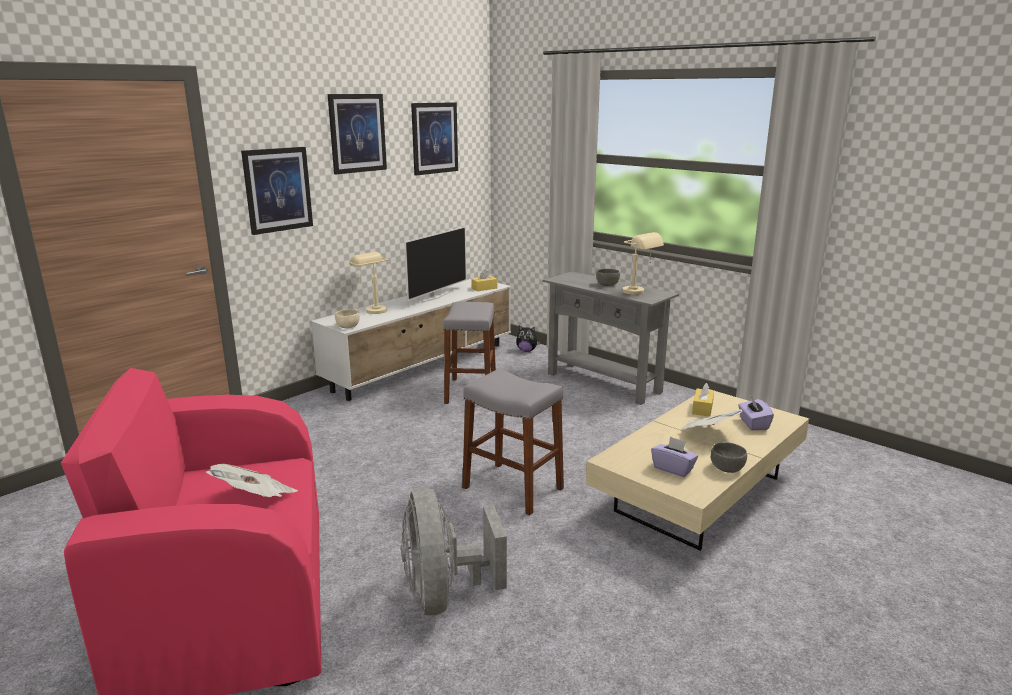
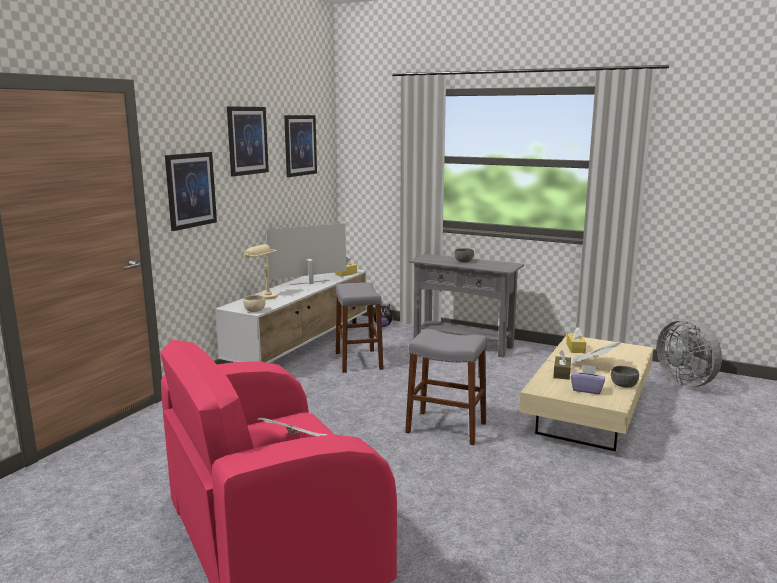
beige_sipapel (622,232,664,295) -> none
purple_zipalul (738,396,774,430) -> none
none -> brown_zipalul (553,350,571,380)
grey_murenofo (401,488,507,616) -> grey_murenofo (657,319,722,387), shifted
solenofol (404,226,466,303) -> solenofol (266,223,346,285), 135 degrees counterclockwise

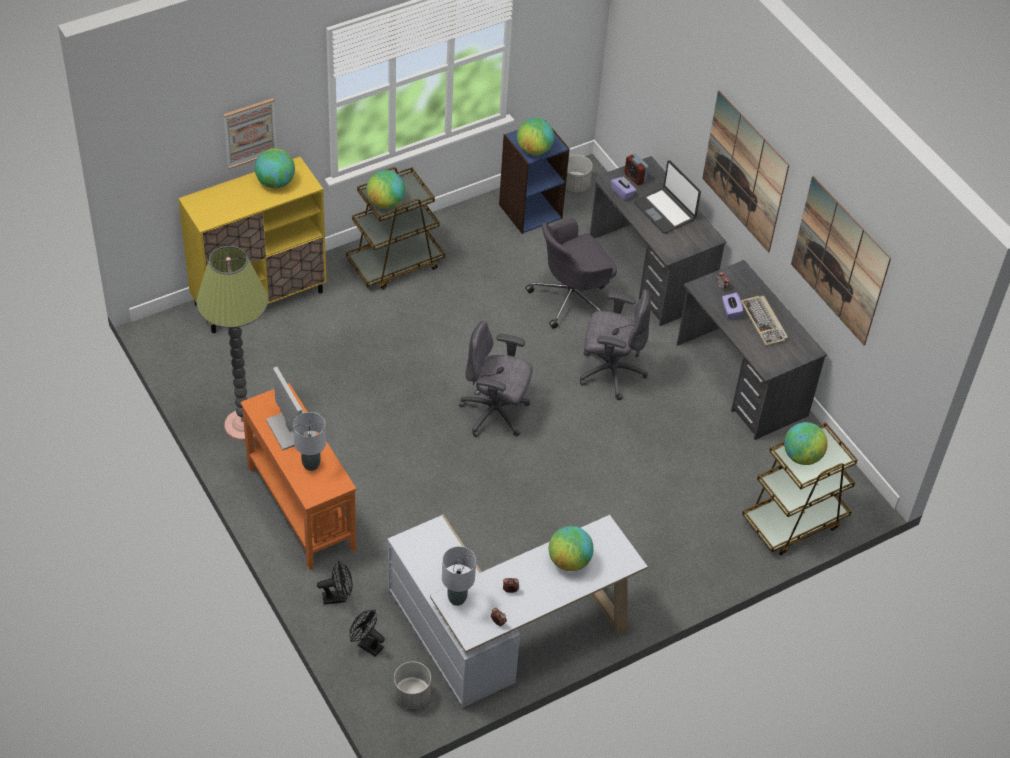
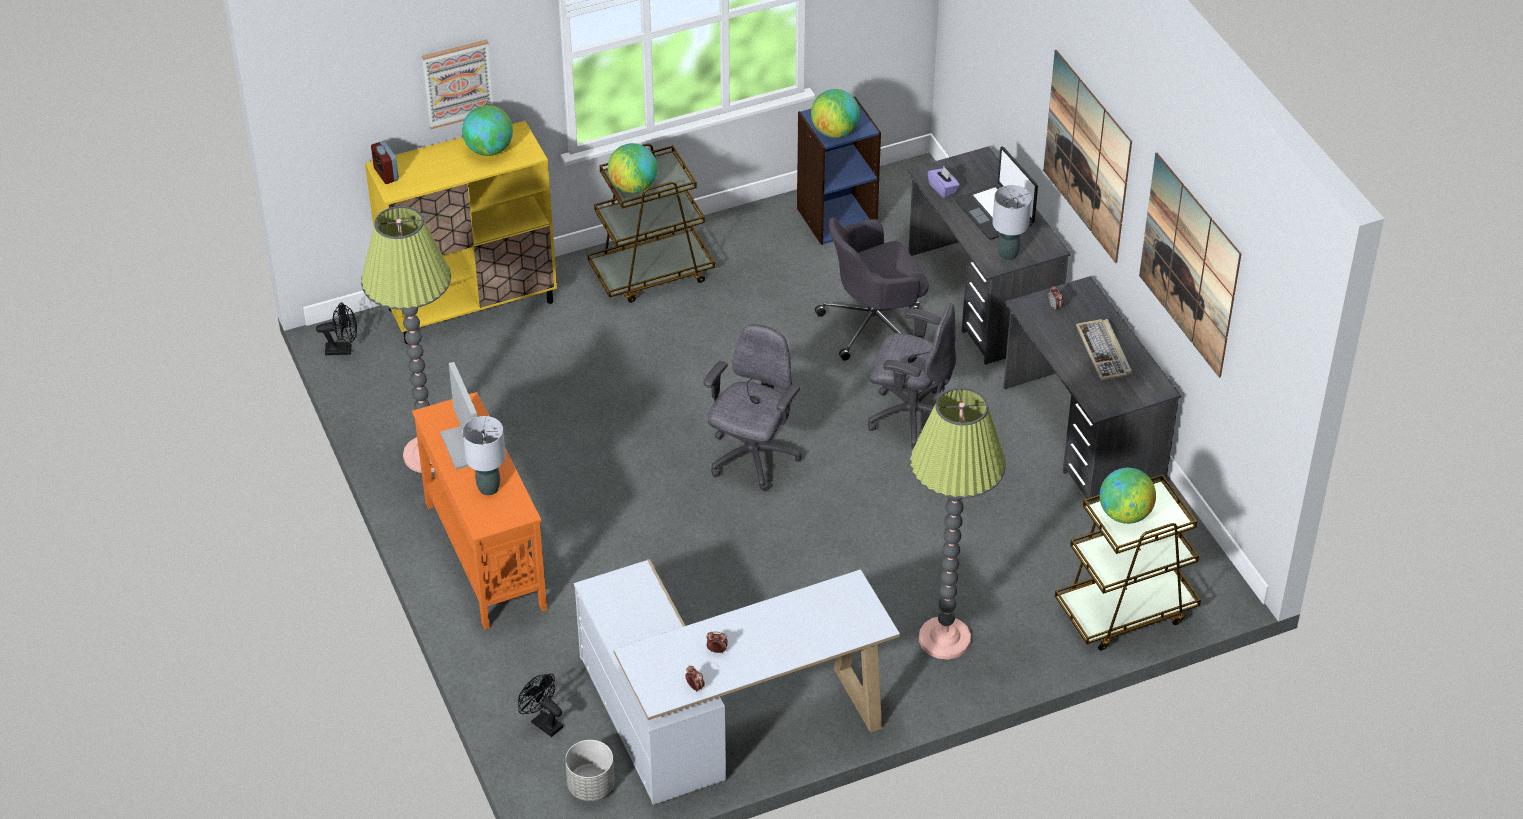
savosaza (549,526,594,571) -> none
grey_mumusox (565,155,592,192) -> none
purple_zipalul (722,293,743,319) -> none
none -> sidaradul (910,388,1006,660)
black_murenofo (317,561,353,605) -> black_murenofo (316,302,357,355), shifted
grey_sipapel (442,546,476,606) -> grey_sipapel (992,185,1032,261), shifted
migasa (624,153,648,186) -> migasa (371,141,399,184), shifted
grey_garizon (459,321,533,437) -> grey_garizon (703,324,802,491), 90 degrees clockwise

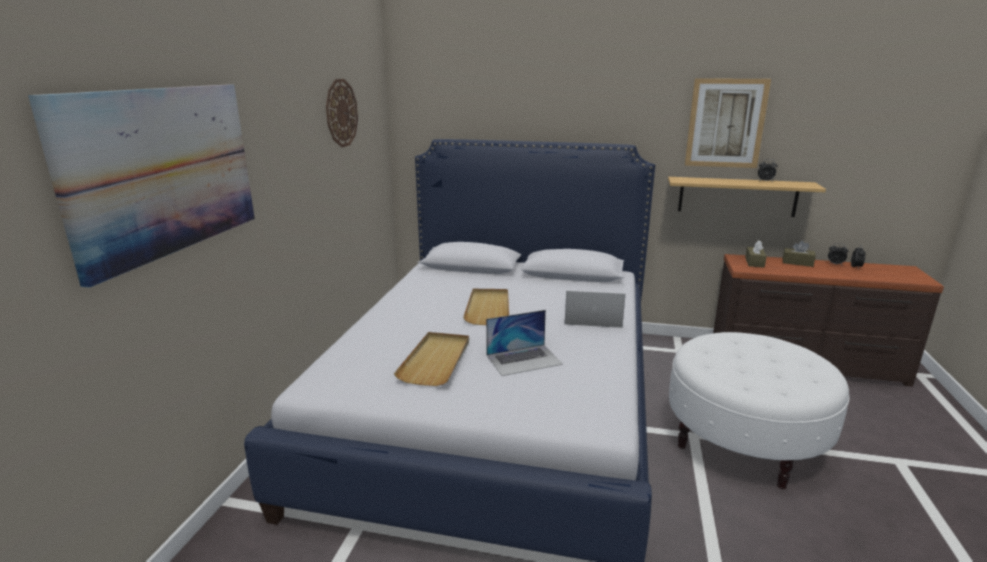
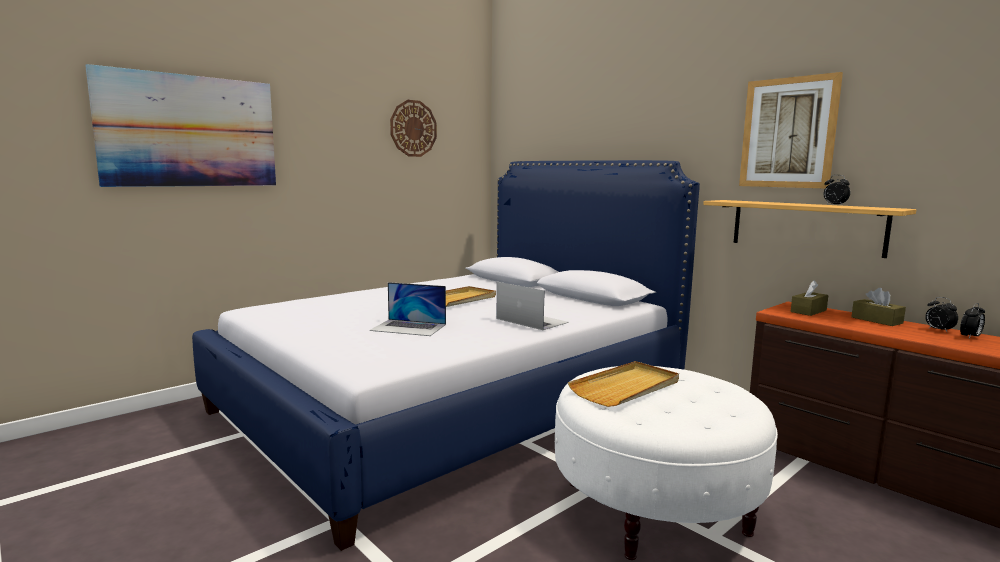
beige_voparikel (394,332,469,386) -> beige_voparikel (568,361,679,407), shifted

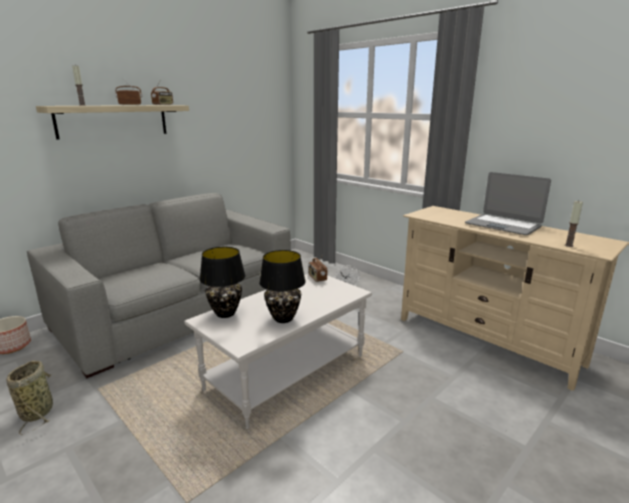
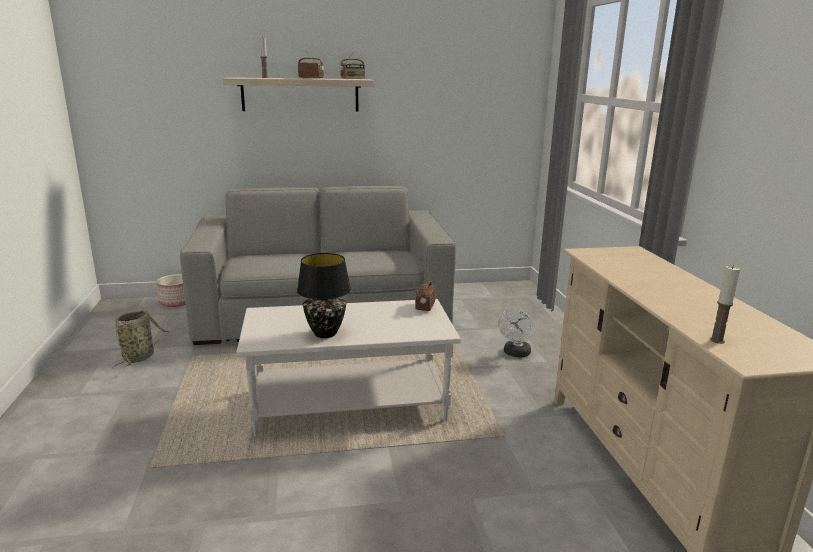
black_sipapel (200,247,245,318) -> none
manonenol (465,172,551,235) -> none

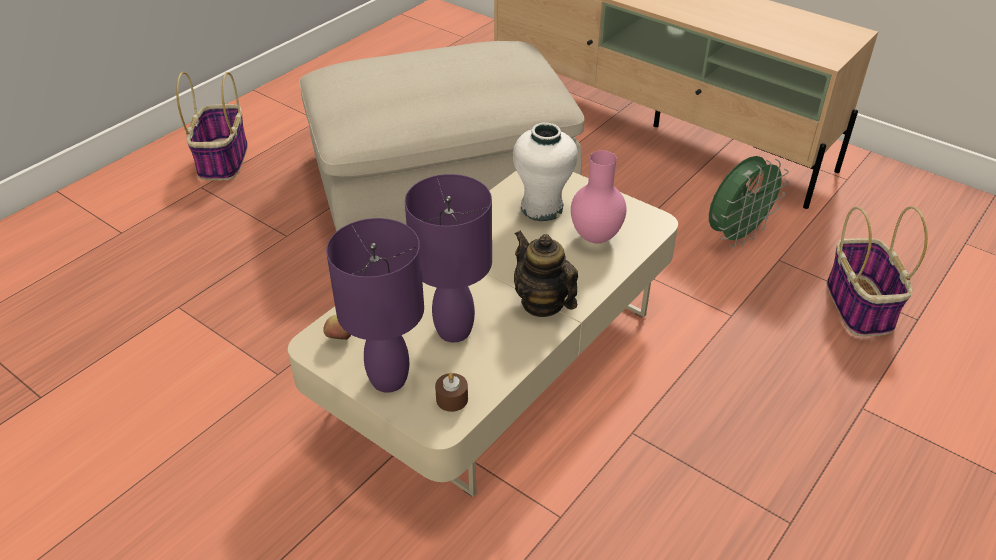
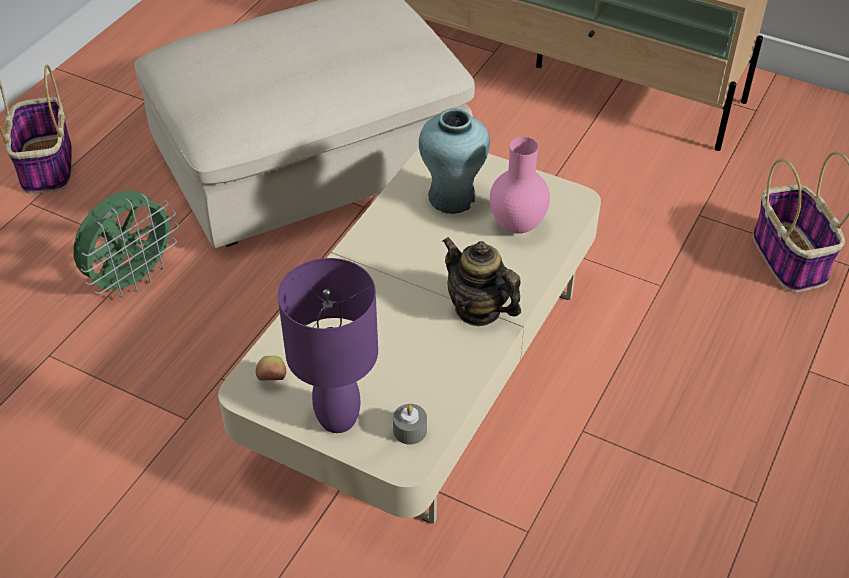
purple_sipapel (405,174,492,342) -> none
green_murenofo (709,156,789,247) -> green_murenofo (74,190,179,297), shifted
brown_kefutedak (435,373,468,412) -> grey_kefutedak (393,404,427,445)
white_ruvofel (513,122,578,221) -> turquoise_ruvofel (419,108,490,214)

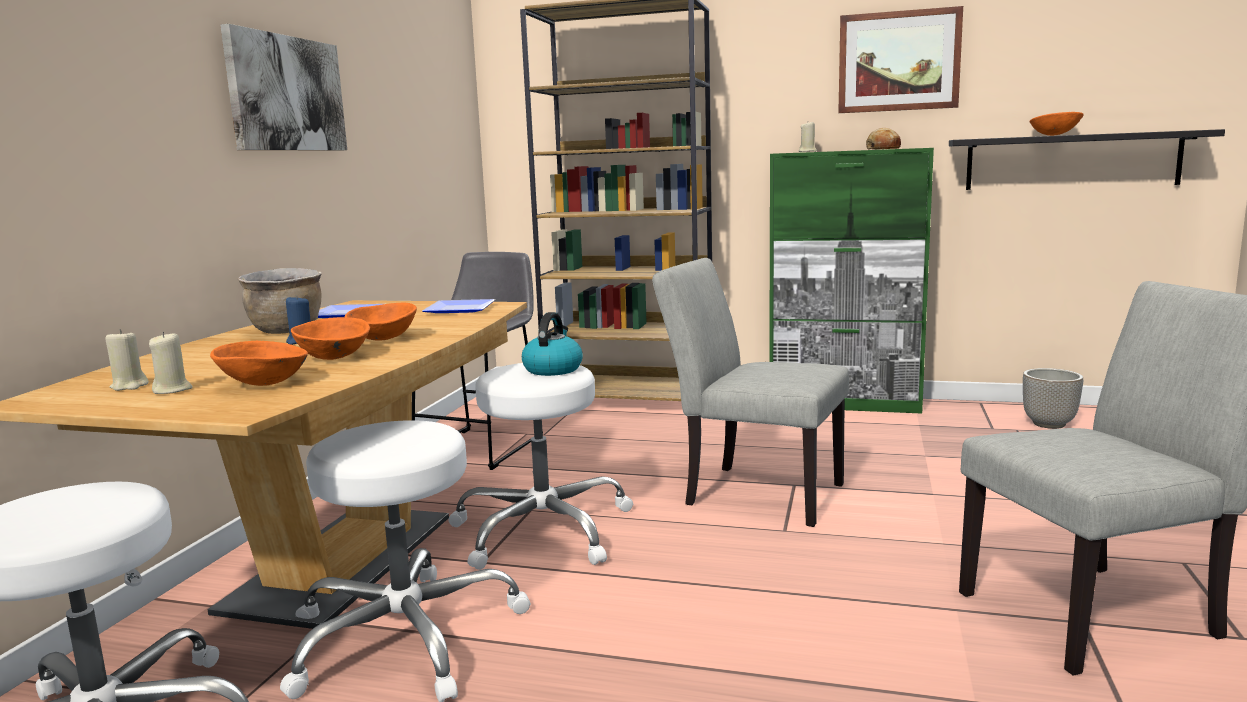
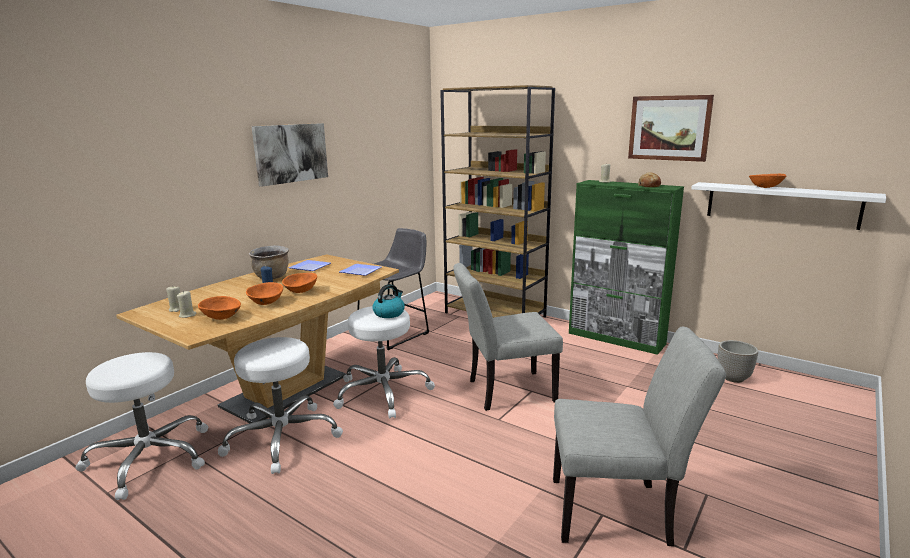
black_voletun (949,129,1225,190) -> white_voletun (691,182,886,230)
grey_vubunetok (652,258,849,527) -> grey_vubunetok (453,263,563,411), 60 degrees counterclockwise

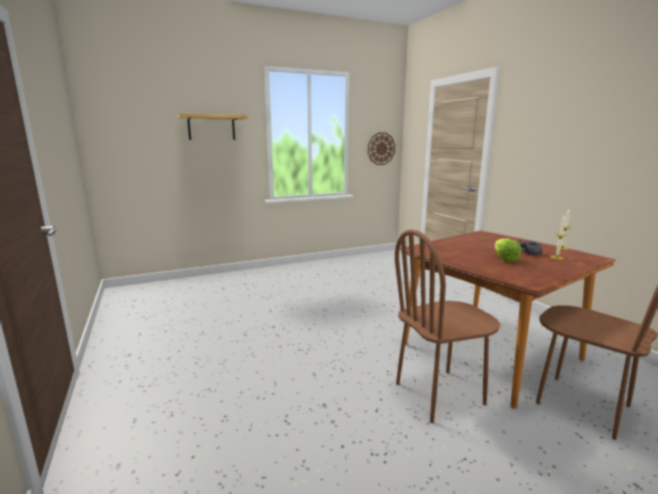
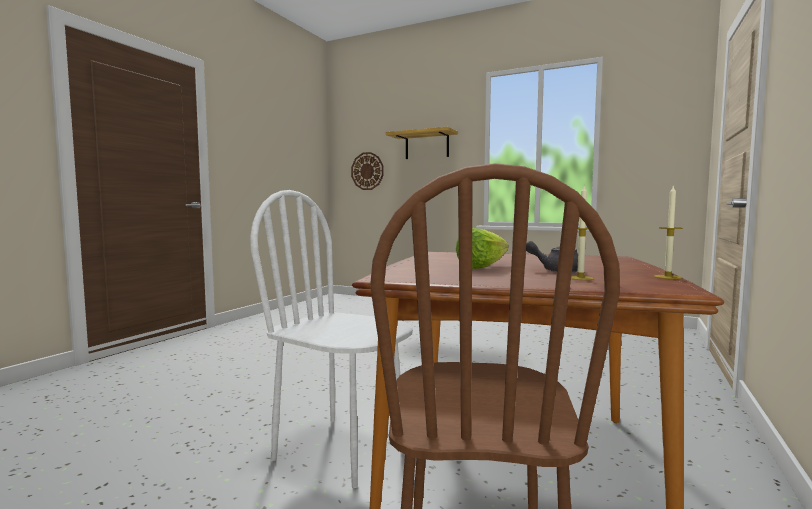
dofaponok (368,132,395,165) -> dofaponok (351,152,384,190), shifted
brown_vubunetok (395,229,500,423) -> white_vubunetok (250,190,413,488)

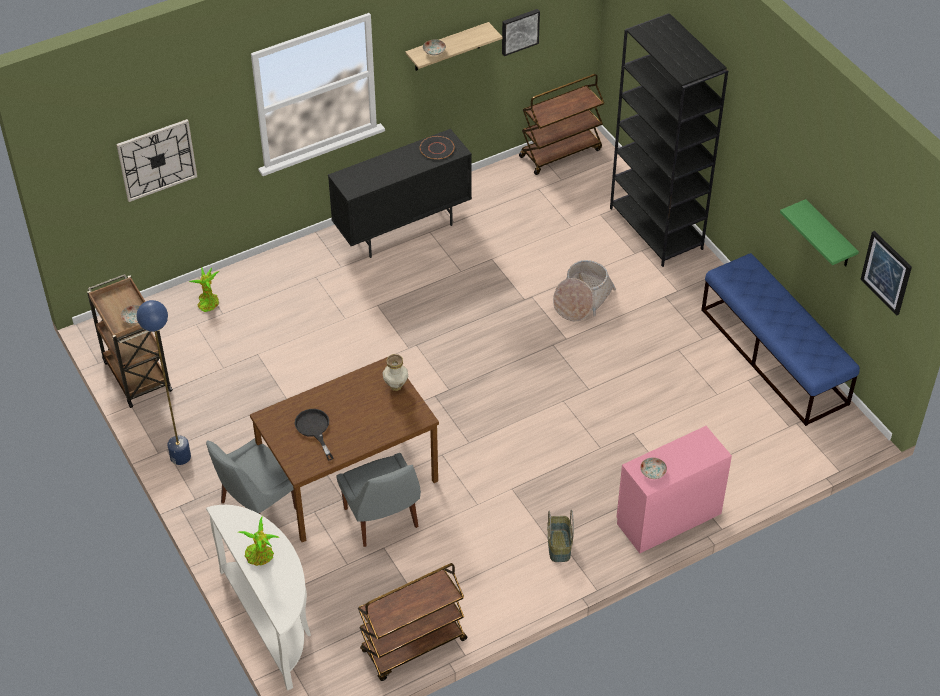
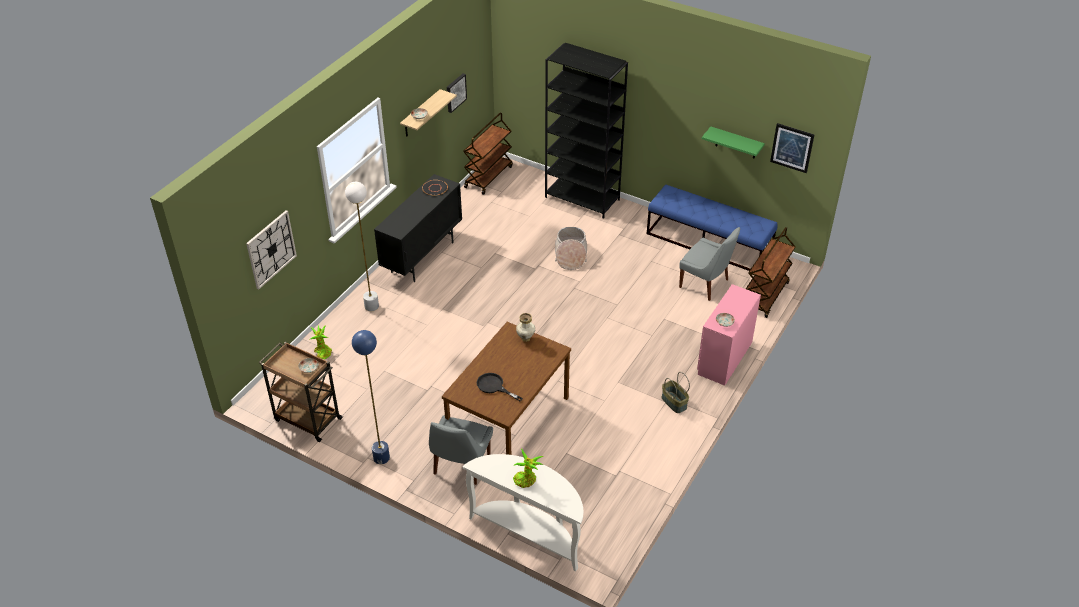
none -> white_sidaradul (345,182,379,311)
grey_vubunetok (336,453,421,547) -> grey_vubunetok (679,227,740,301), shifted
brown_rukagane (358,563,467,681) -> brown_rukagane (746,227,796,318), shifted

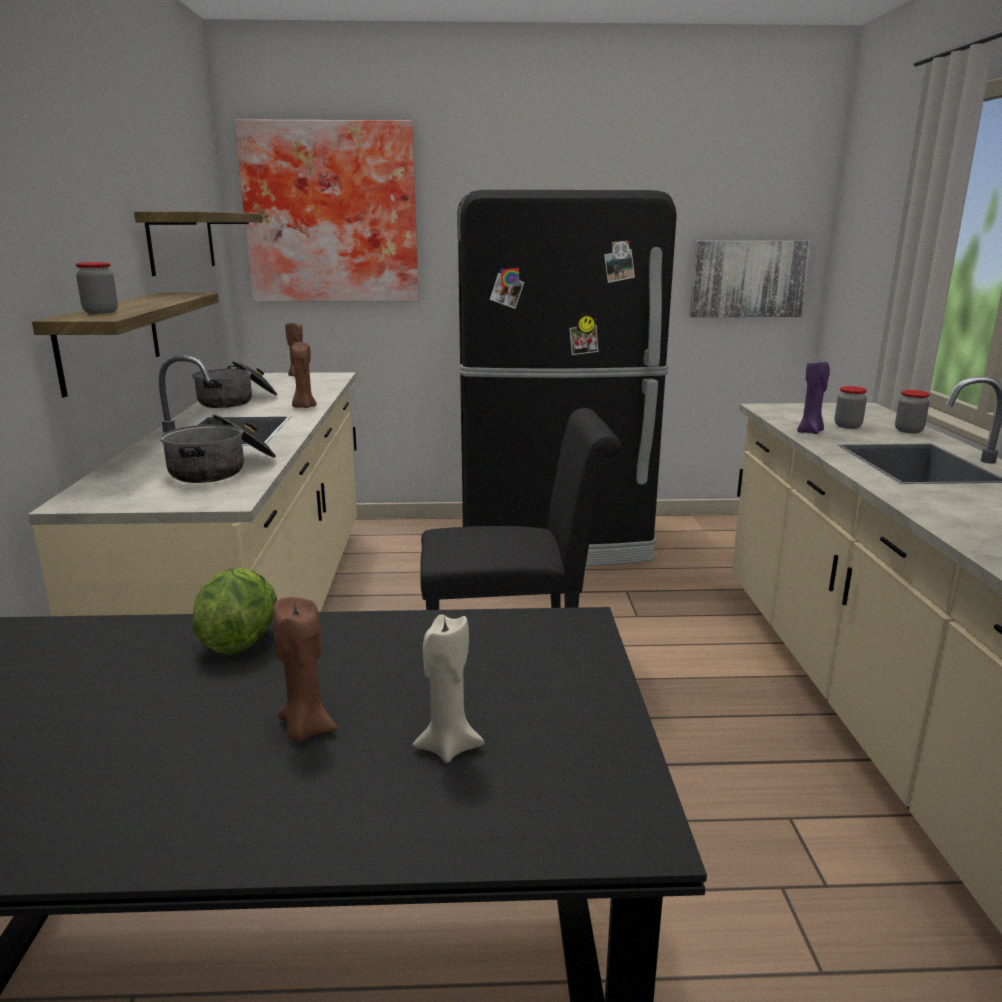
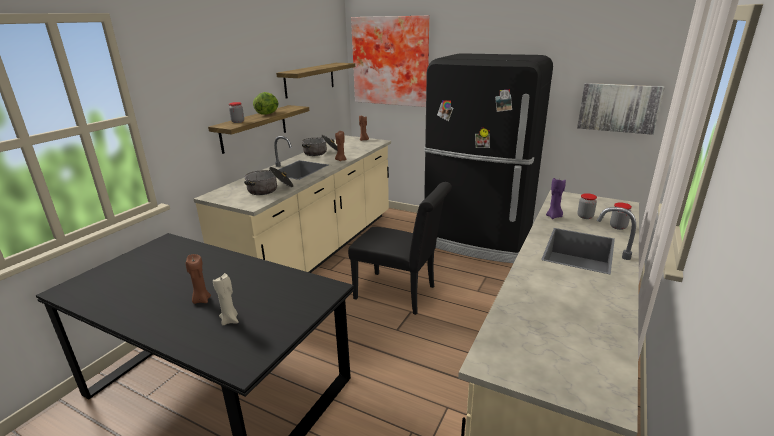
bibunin (193,567,277,655) -> bibunin (253,92,278,115), shifted

